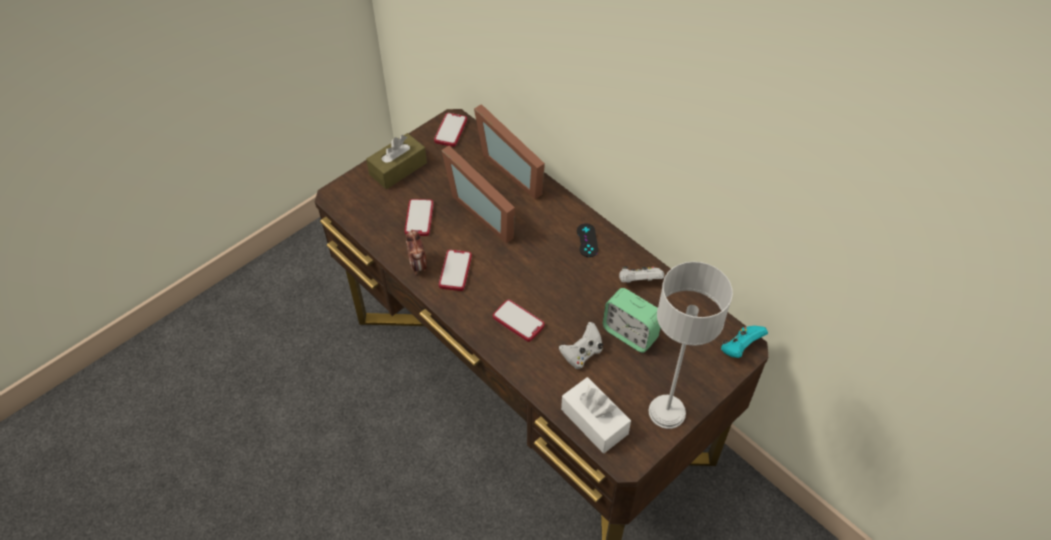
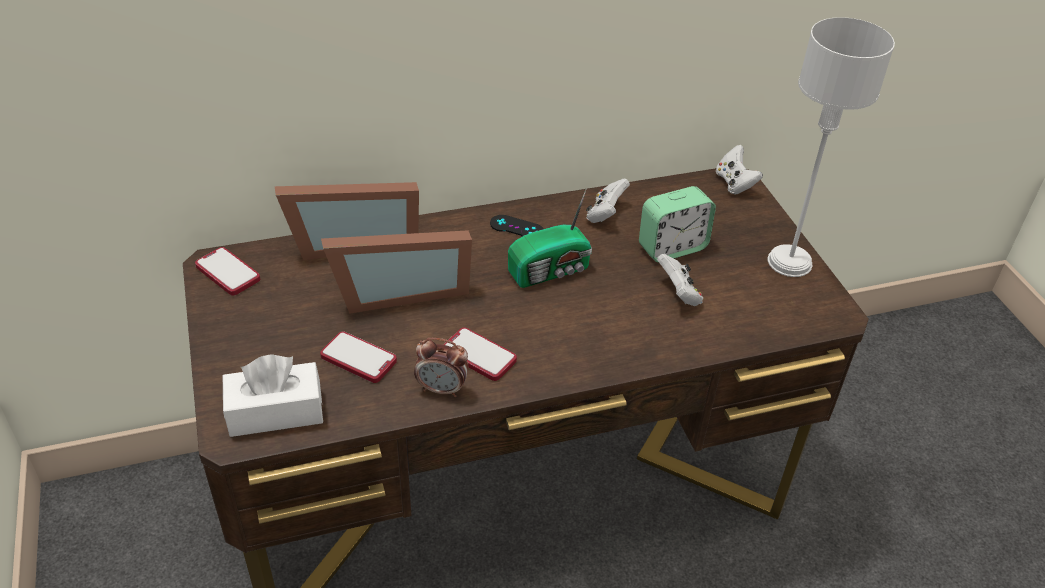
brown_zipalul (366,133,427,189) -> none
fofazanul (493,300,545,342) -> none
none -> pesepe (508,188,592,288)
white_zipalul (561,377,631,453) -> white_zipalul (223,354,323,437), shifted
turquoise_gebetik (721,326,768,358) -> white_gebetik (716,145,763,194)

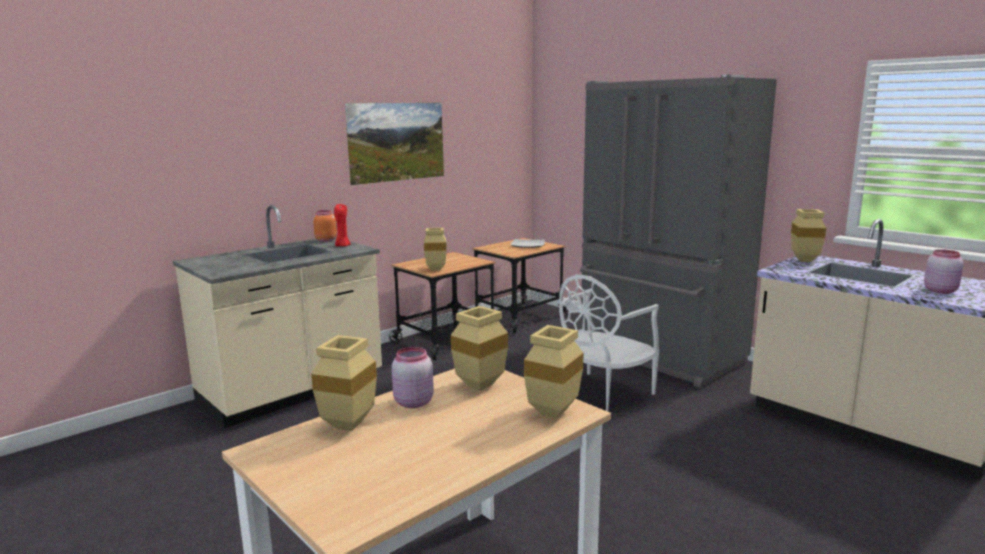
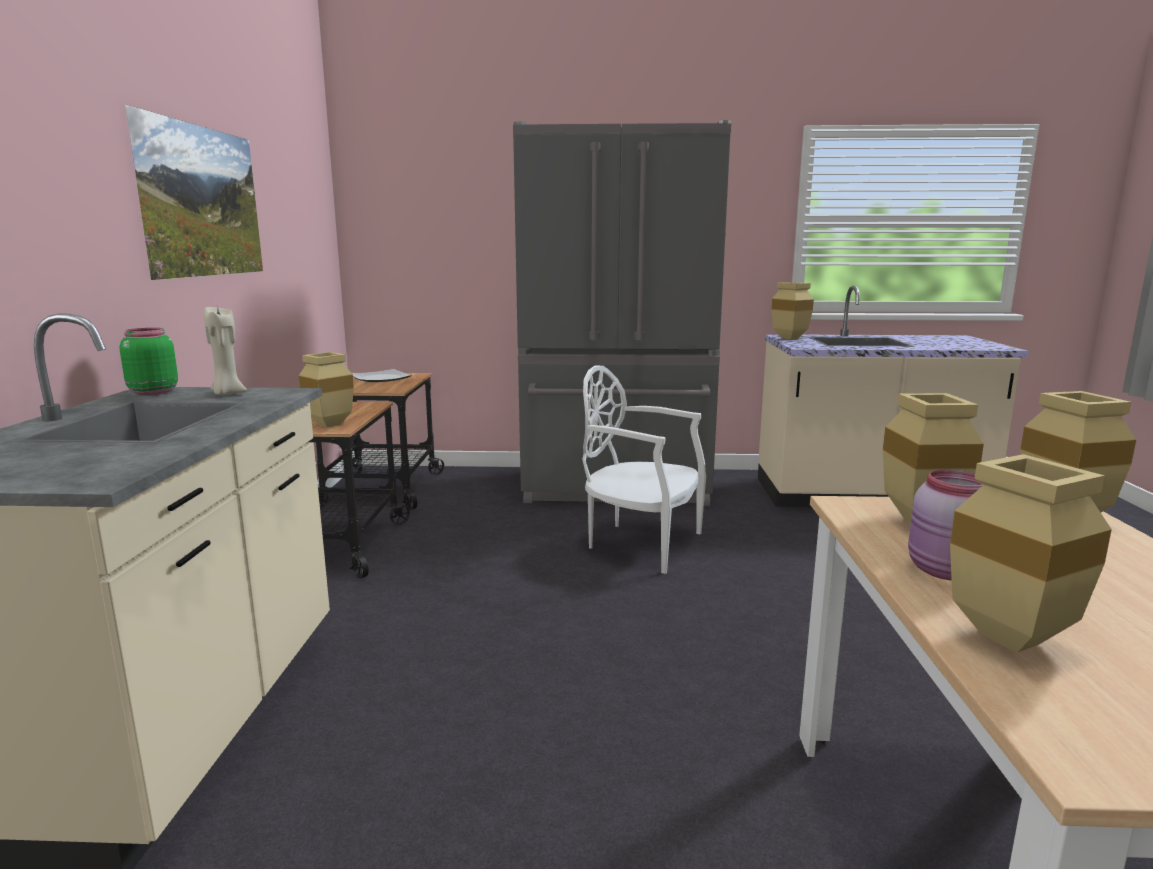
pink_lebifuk (924,249,964,294) -> none
orange_lebifuk (313,210,337,242) -> green_lebifuk (120,328,178,395)
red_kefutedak (334,204,351,246) -> beige_kefutedak (204,304,247,395)
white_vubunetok (559,275,659,412) -> white_vubunetok (582,365,706,574), 120 degrees clockwise

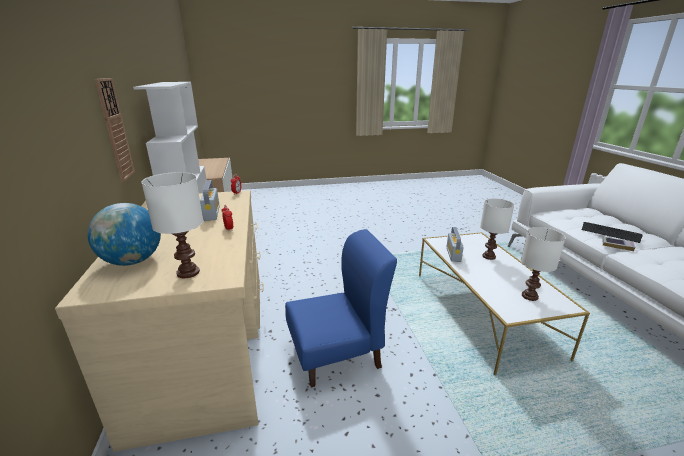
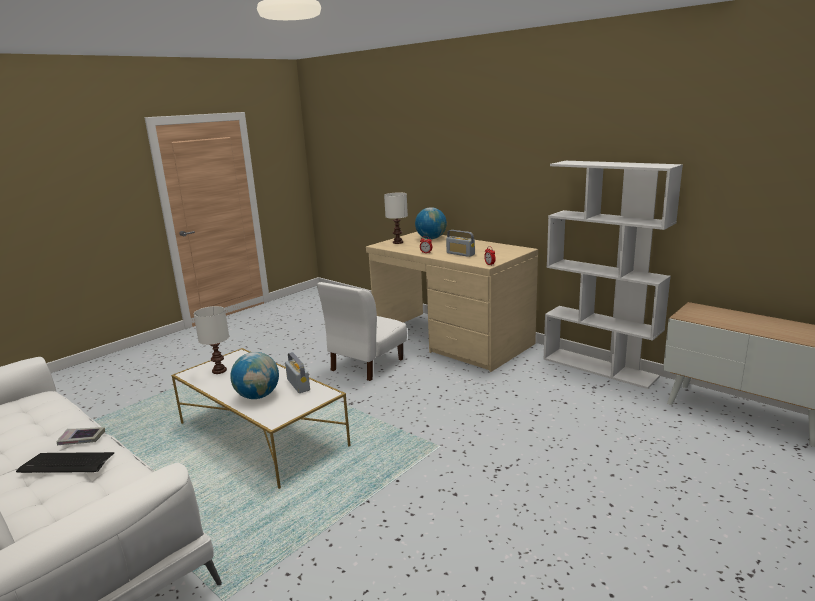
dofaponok (95,78,135,182) -> none
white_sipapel (480,198,514,260) -> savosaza (230,352,279,399)
blue_vubunetok (285,229,397,388) -> white_vubunetok (317,282,407,381)

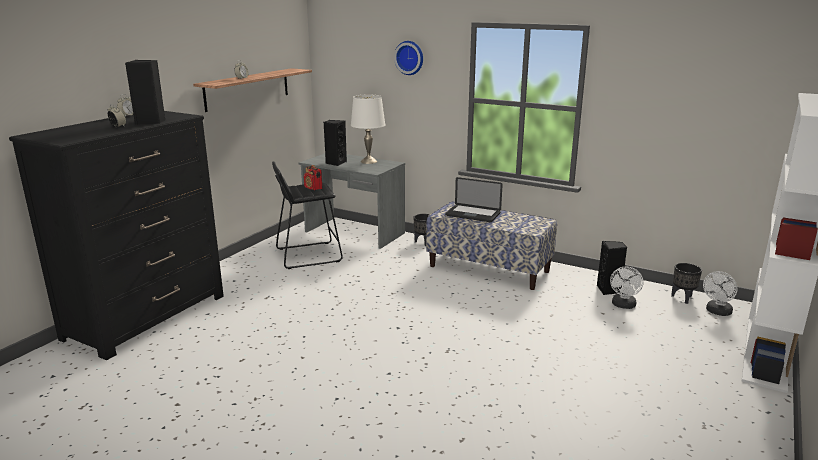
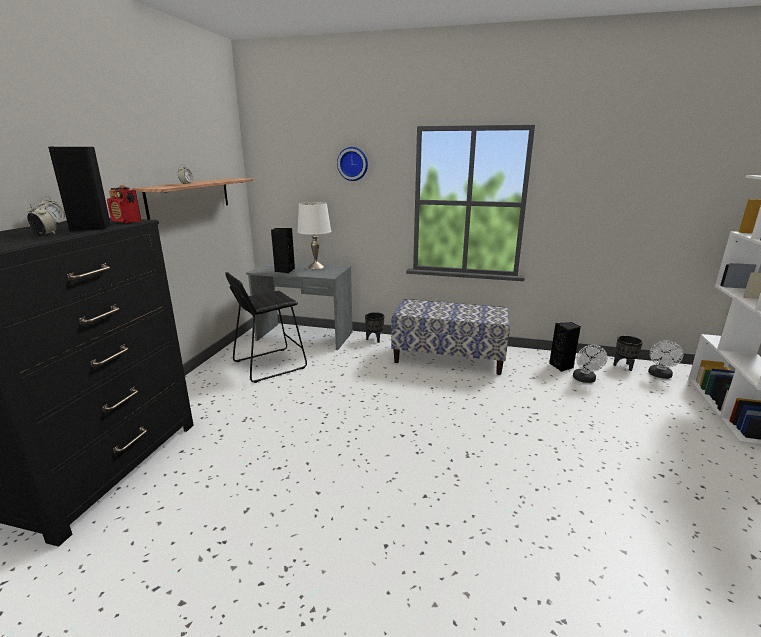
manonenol (445,177,503,222) -> none
pesepe (304,165,322,190) -> pesepe (107,185,141,223), shifted

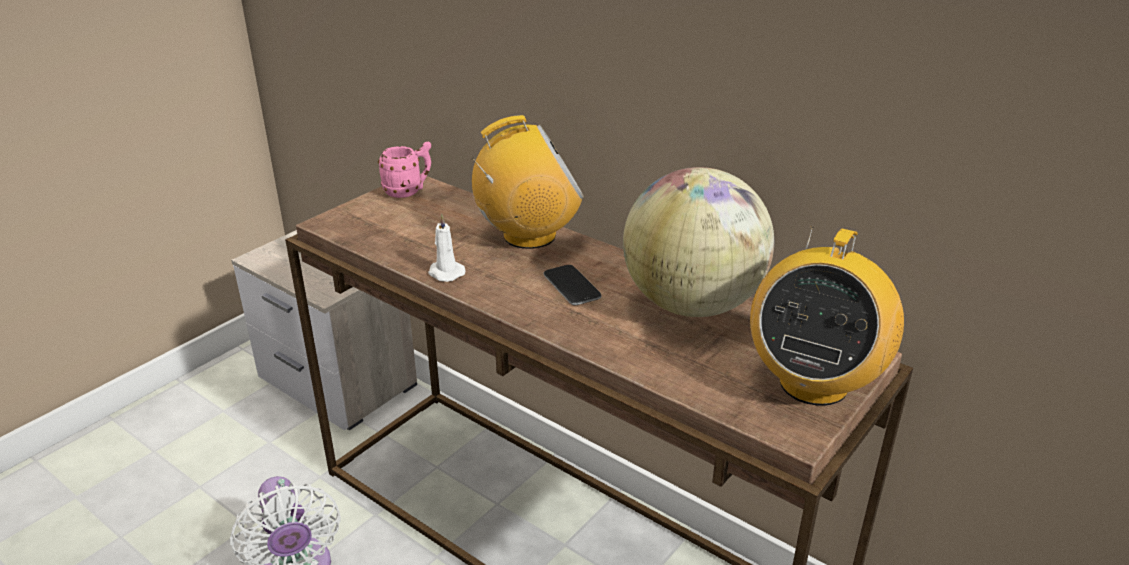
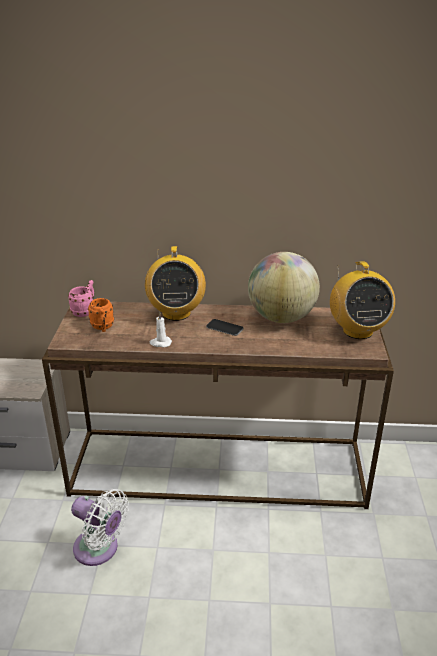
none -> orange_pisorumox (88,298,114,332)
pesepe (471,115,584,249) -> pesepe (145,246,206,321), 135 degrees clockwise

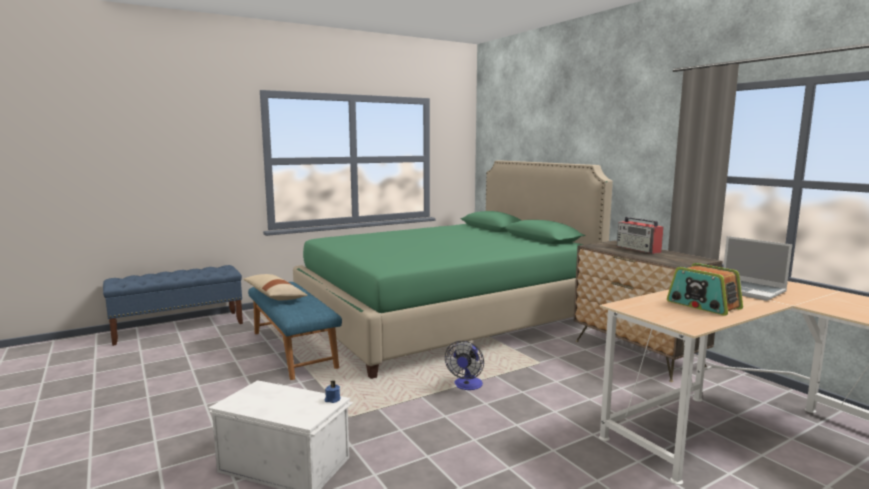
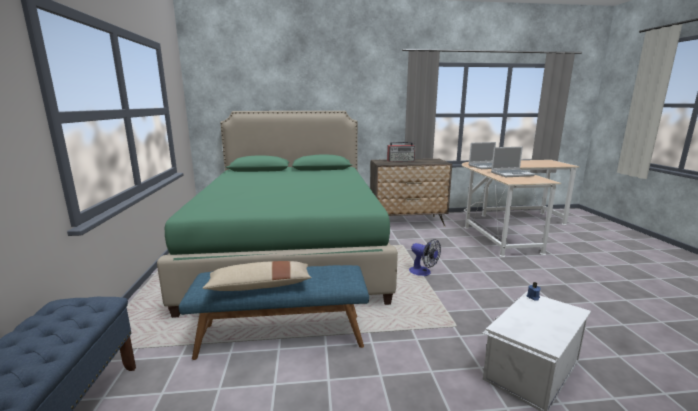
pesepe (667,263,743,315) -> manonenol (491,147,535,177)

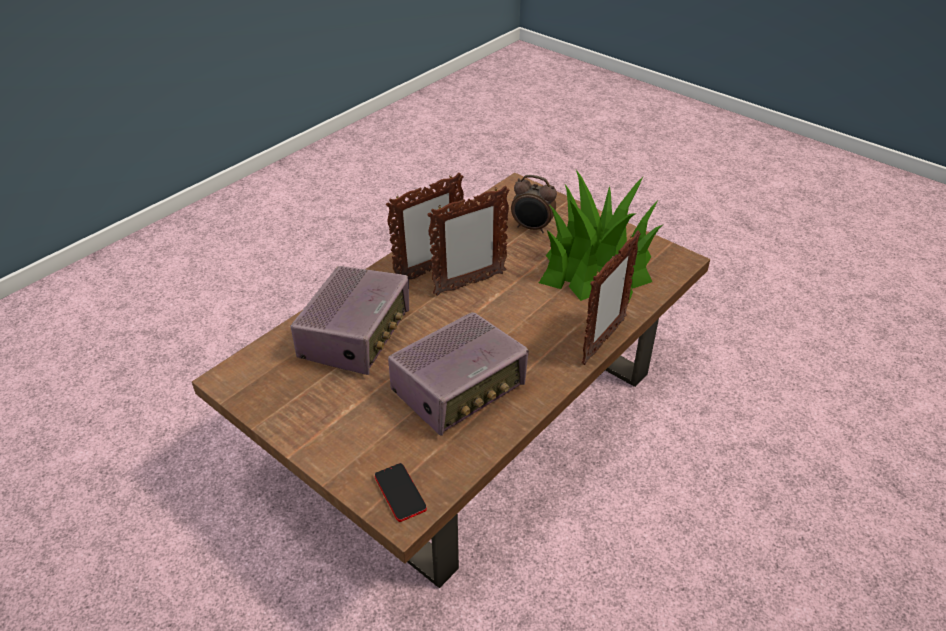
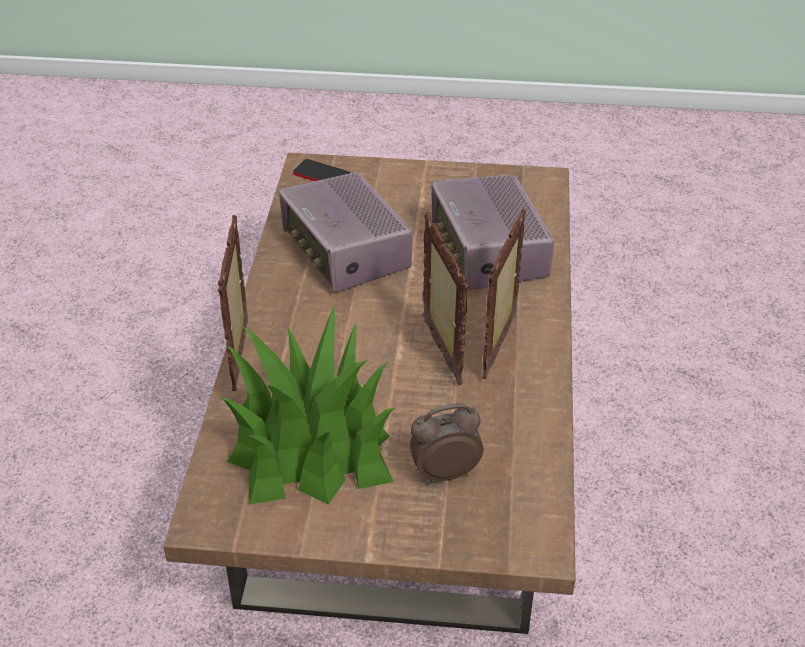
pesepe (388,312,529,436) -> pesepe (279,172,413,292), 45 degrees counterclockwise
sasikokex (427,186,510,296) -> sasikokex (423,212,468,385), 135 degrees clockwise

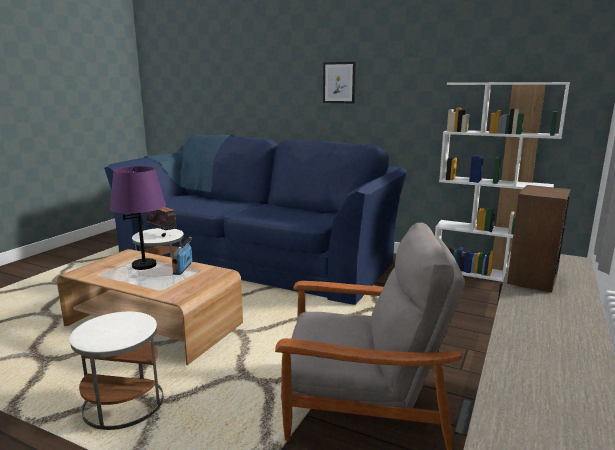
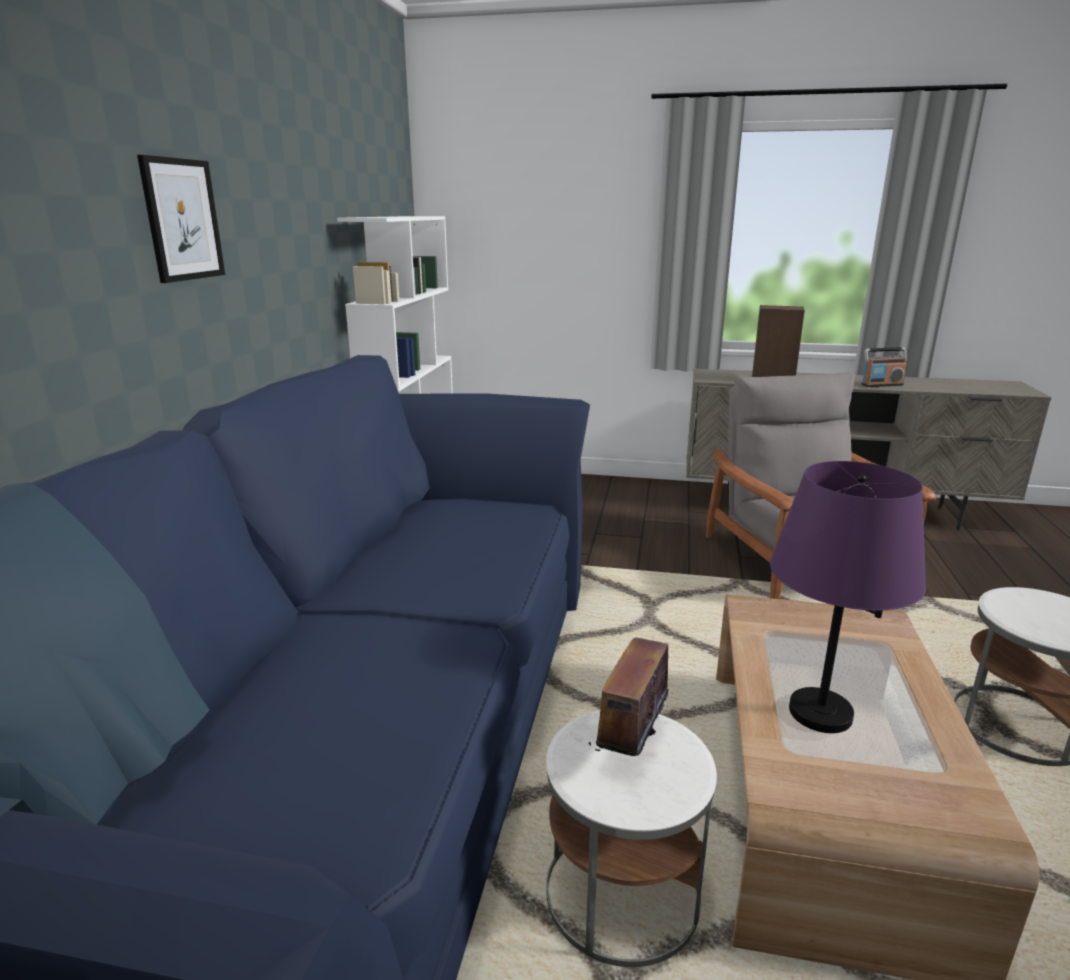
pesepe (172,237,192,275) -> pesepe (862,347,908,387), shifted

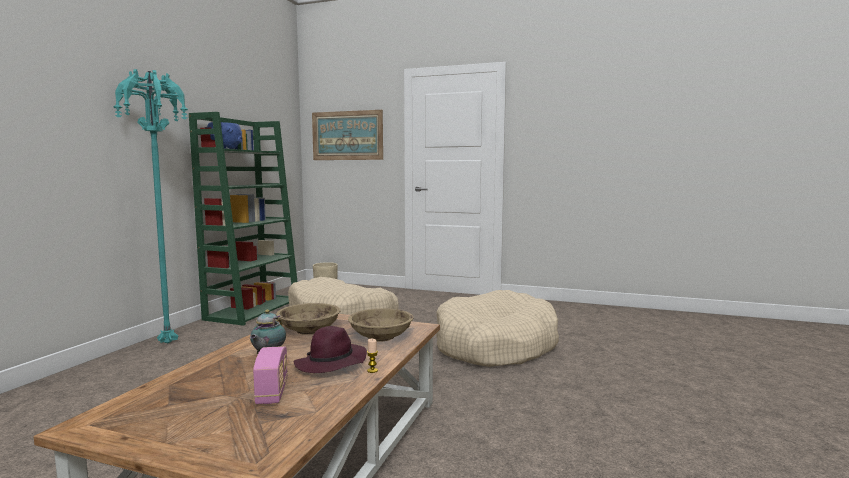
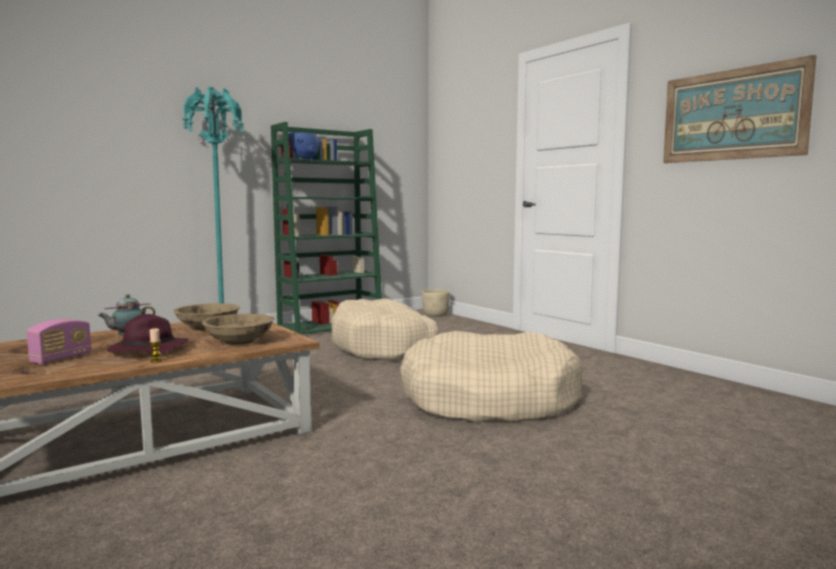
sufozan (312,110,383,160) -> sufozan (663,55,817,163), shifted

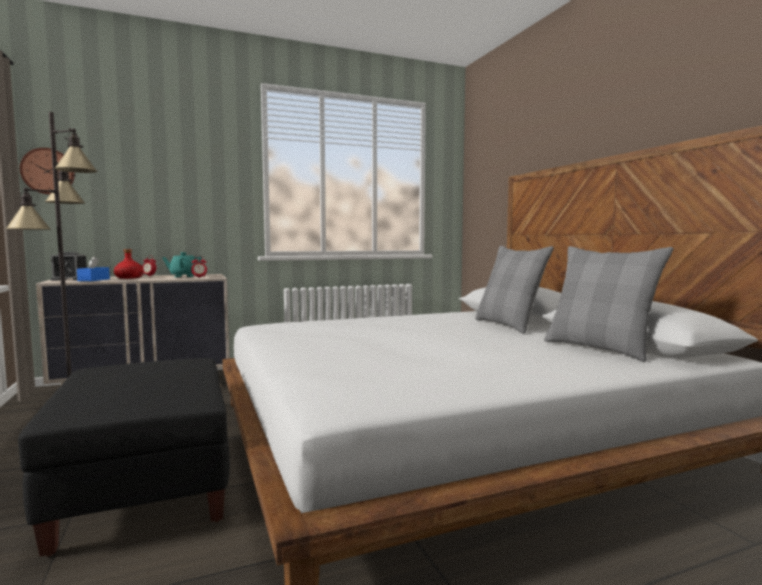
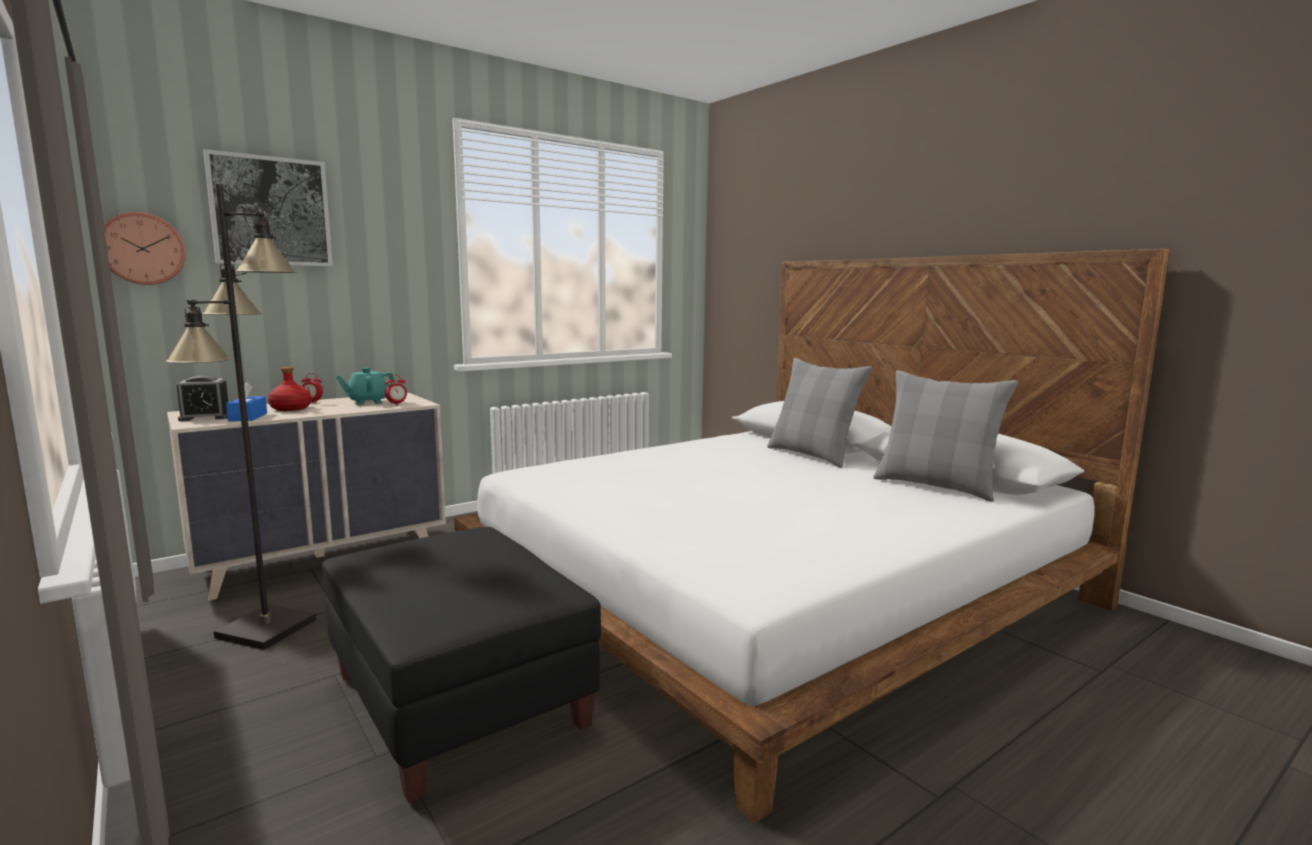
none -> sufozan (203,149,333,266)

